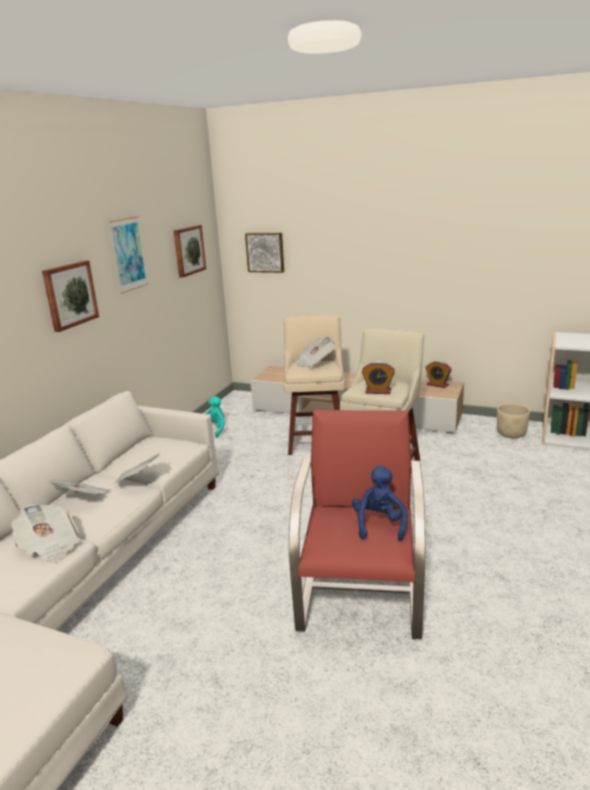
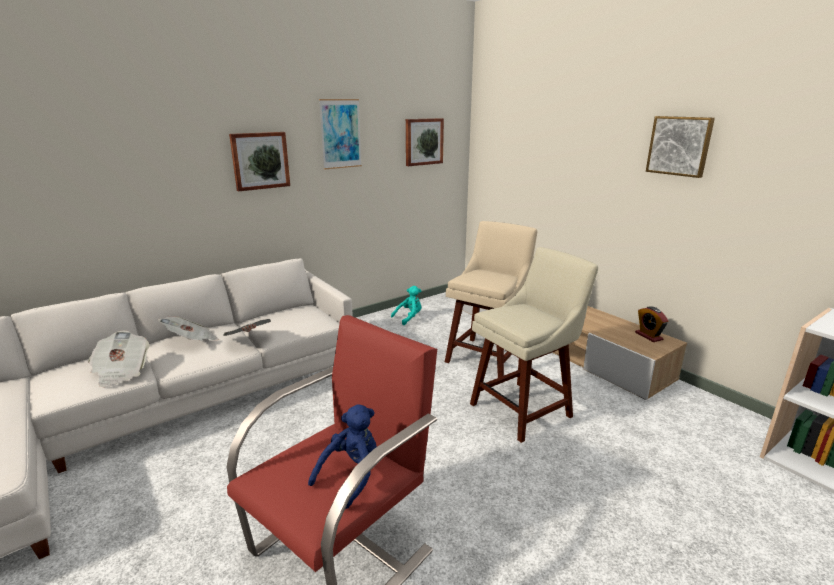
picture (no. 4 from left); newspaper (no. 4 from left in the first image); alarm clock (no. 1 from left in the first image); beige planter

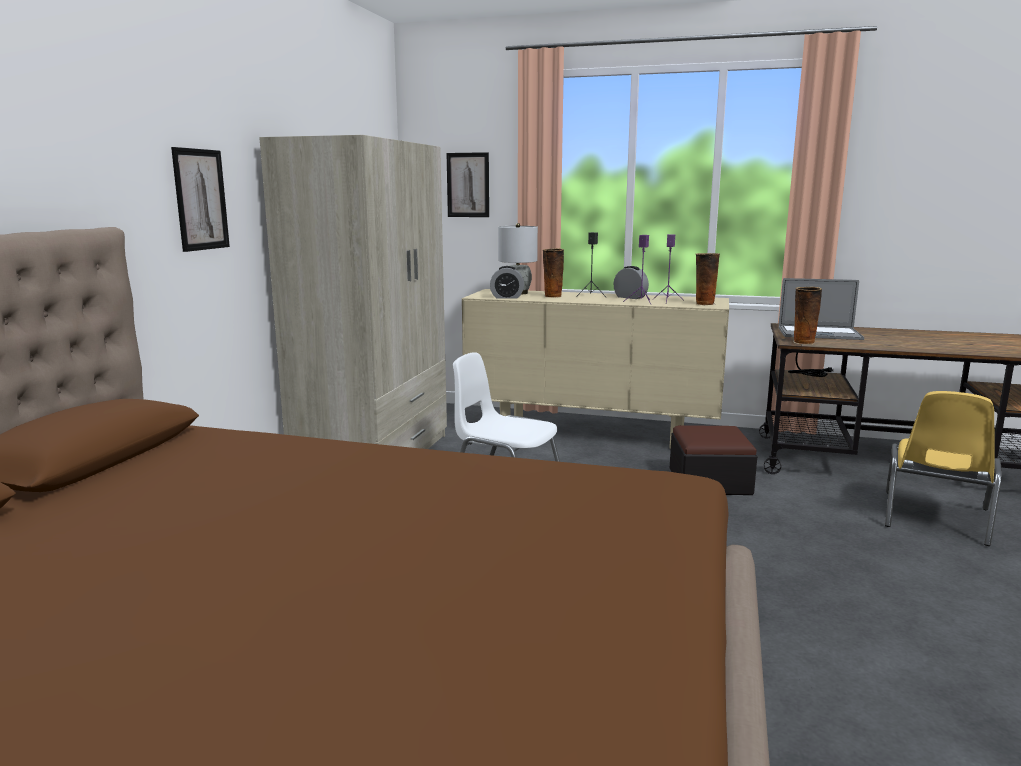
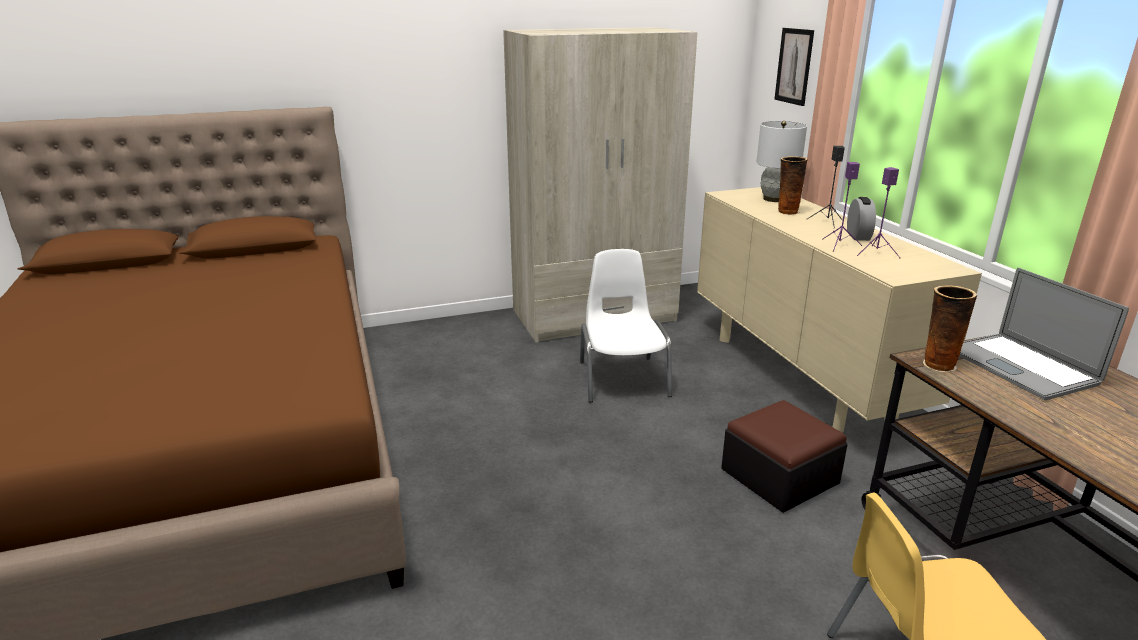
picture (no. 1 from left in the first image); alarm clock (no. 1 from left in the first image); vase (no. 2 from left in the first image)

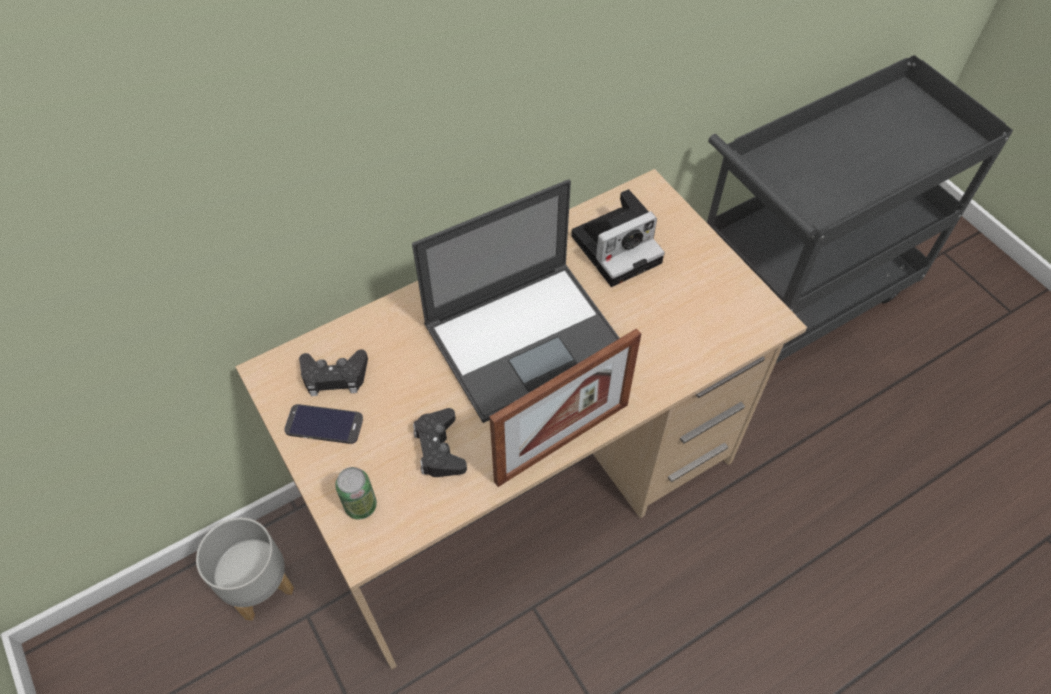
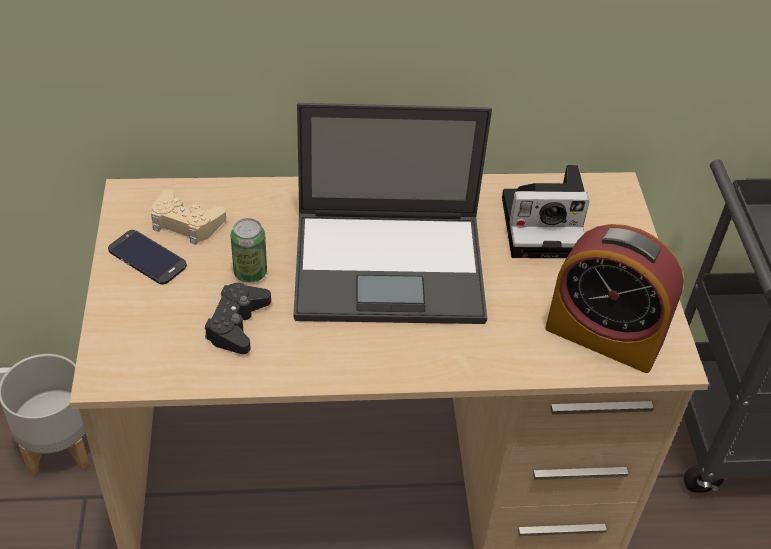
beige game controller; can; picture frame; alarm clock

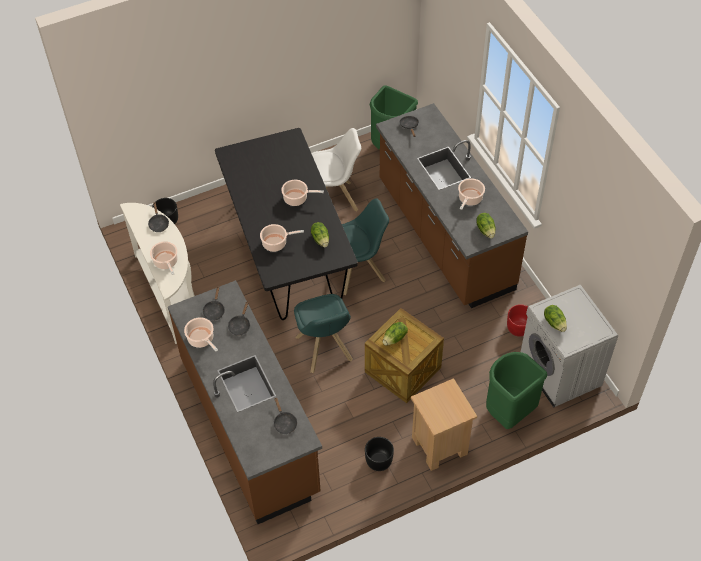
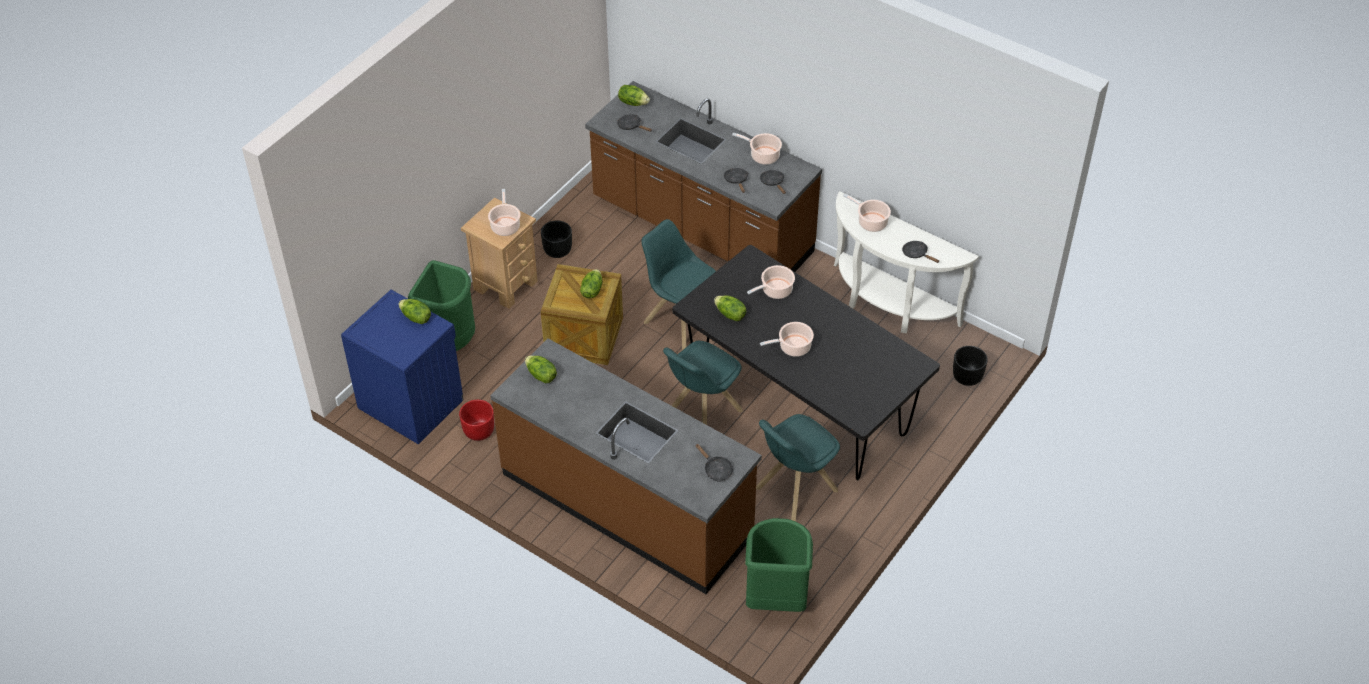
turquoise chair (no. 3 from left); cooking pot (no. 1 from left); blue washing machine; lettuce (no. 4 from left)

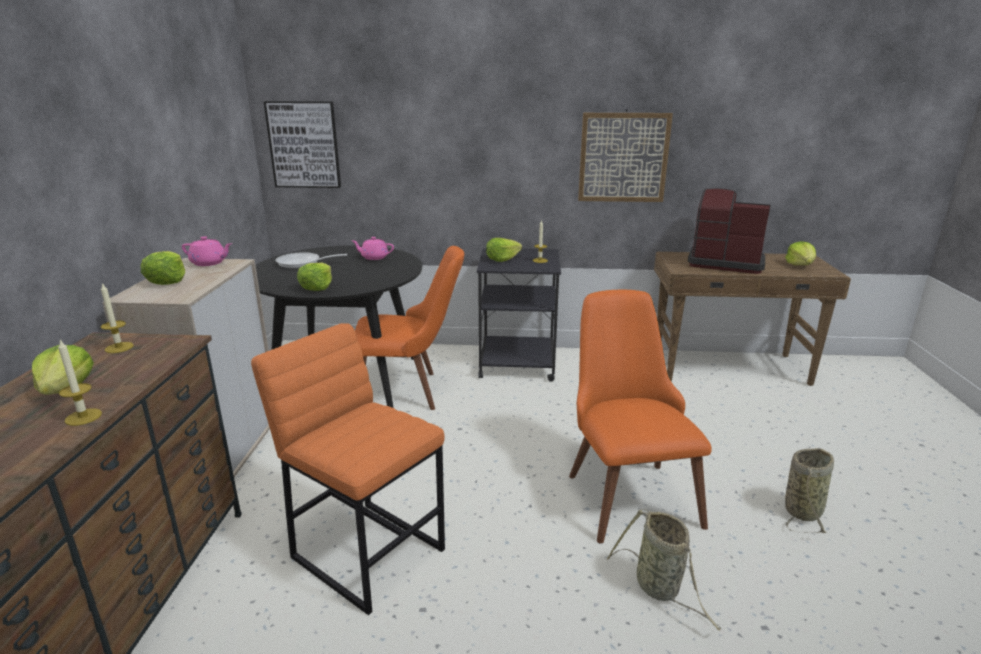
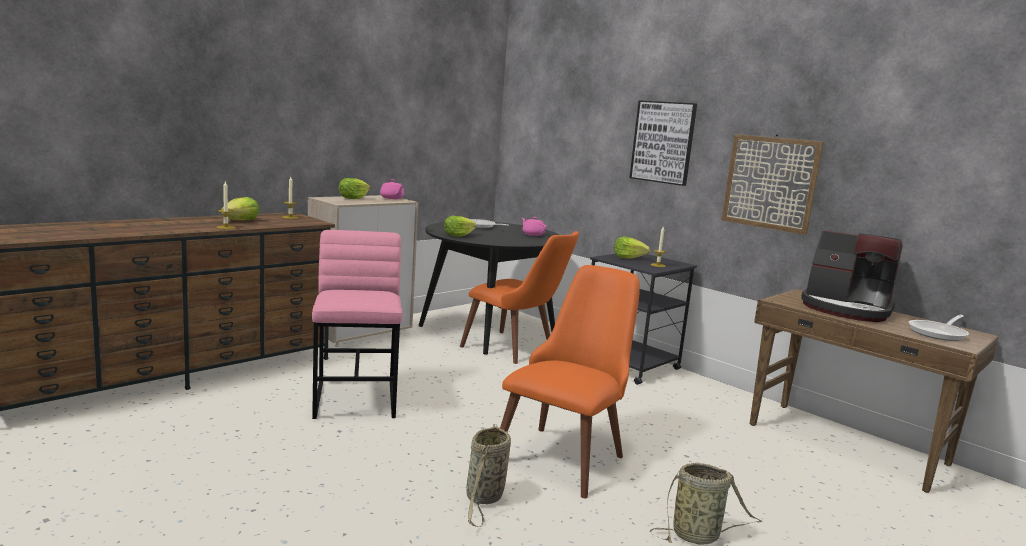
pink chair; picture (no. 1 from left); coffee machine; frying pan (no. 2 from left)

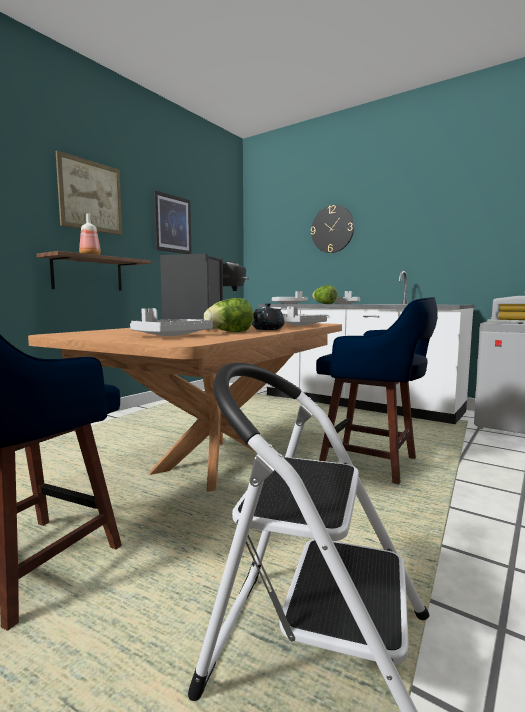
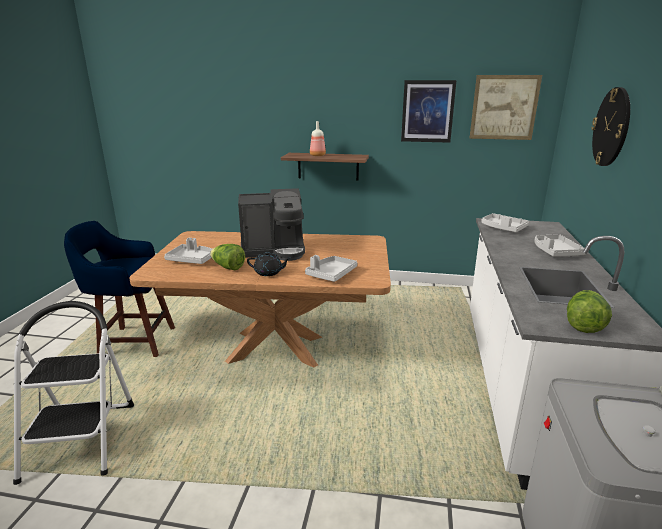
picture (no. 2 from left); lettuce (no. 2 from left); blue stool (no. 2 from left in the first image)

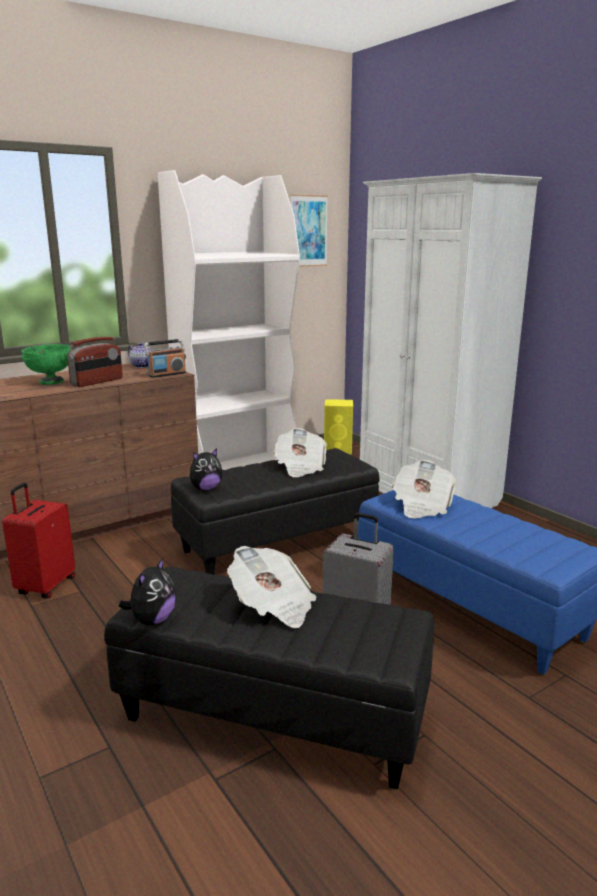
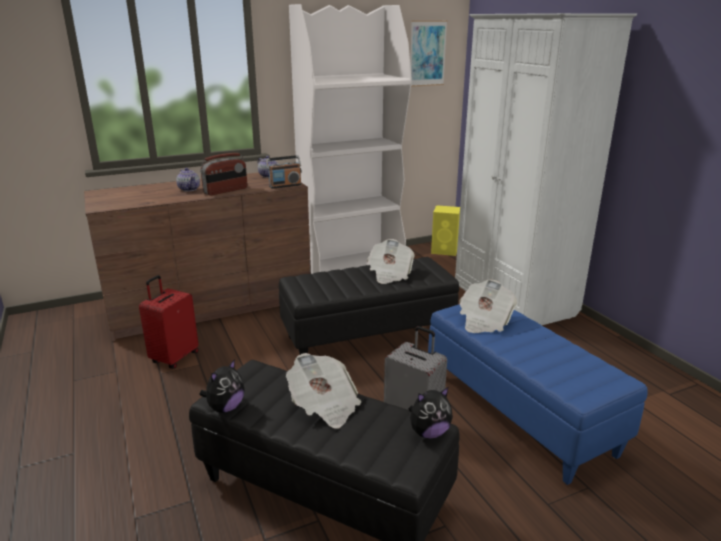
teapot (no. 1 from left); plush toy (no. 2 from left)

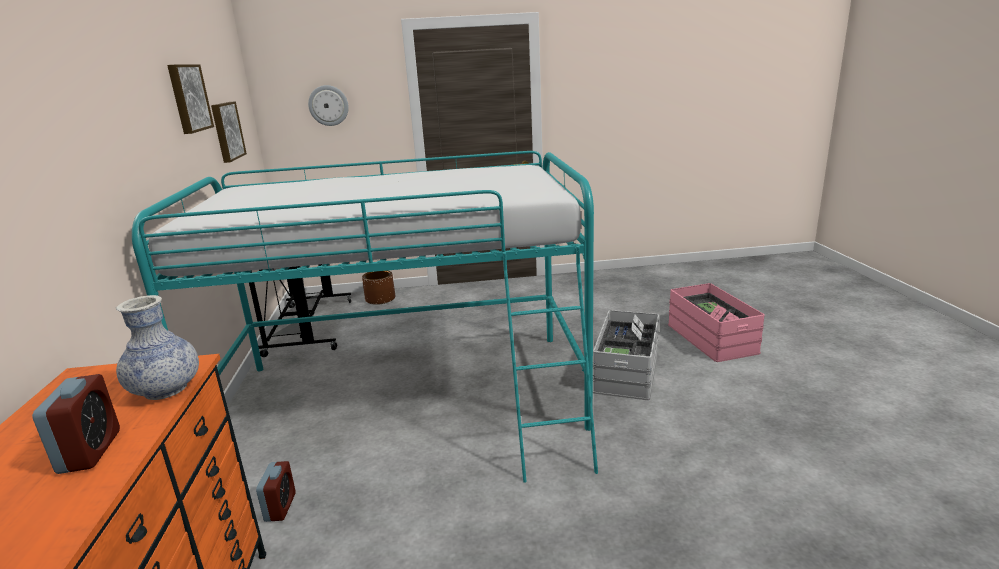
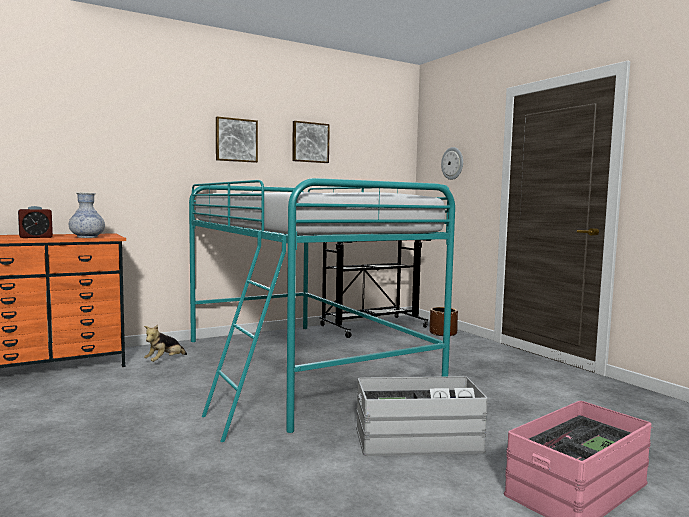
picture (no. 1 from left); plush toy

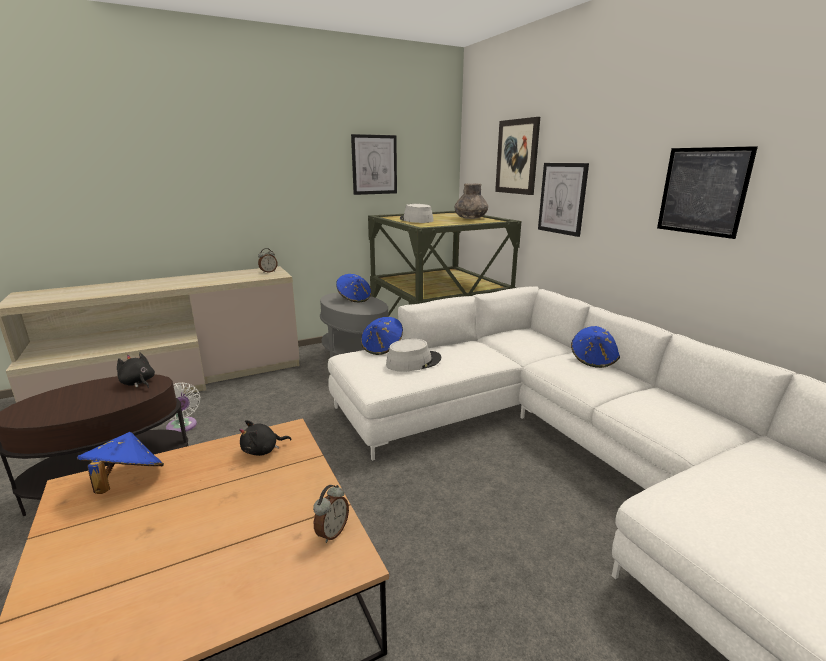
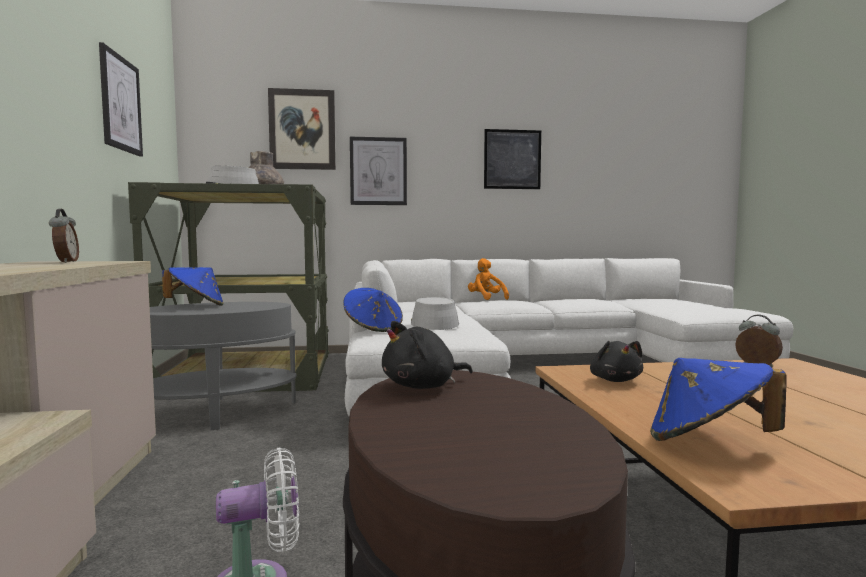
orange plush toy

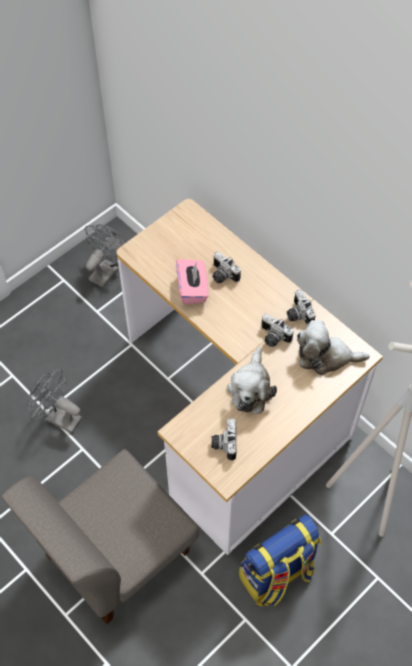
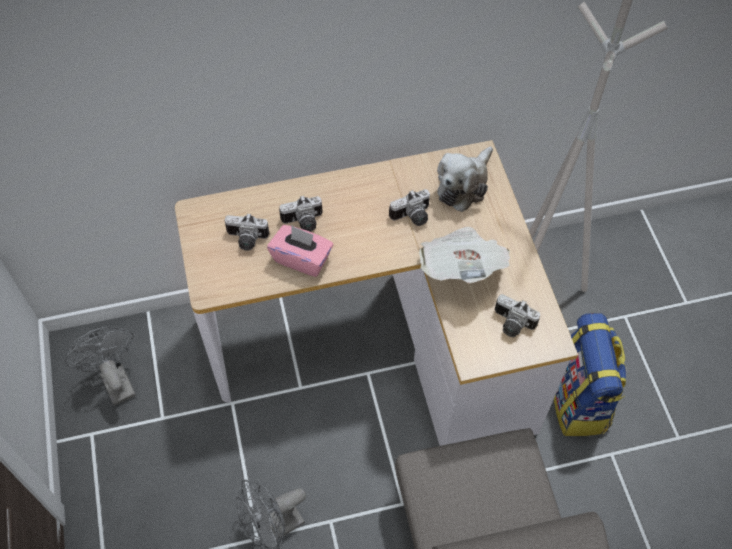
newspaper; photo camera (no. 1 from left)

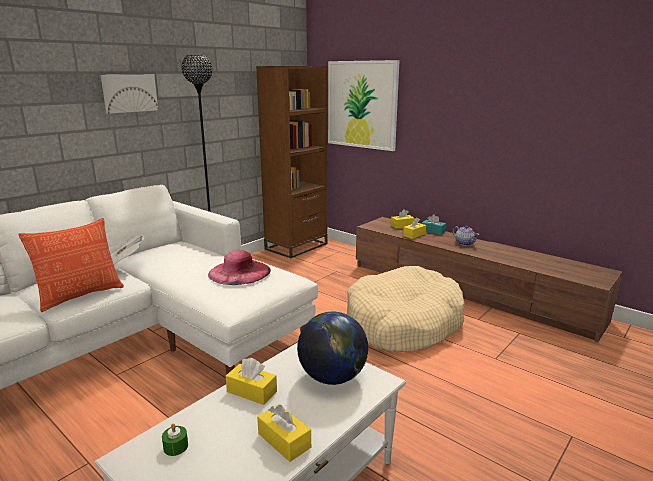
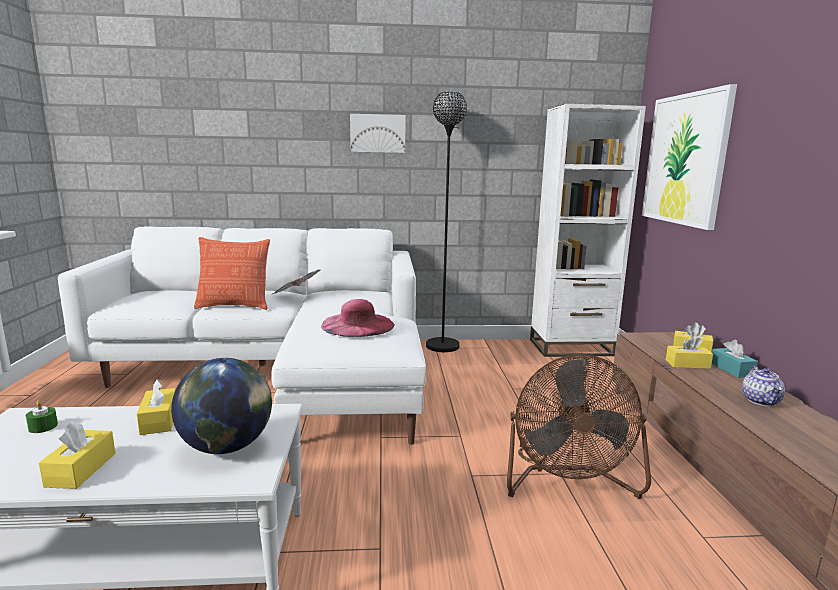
white bookcase; brown fan

